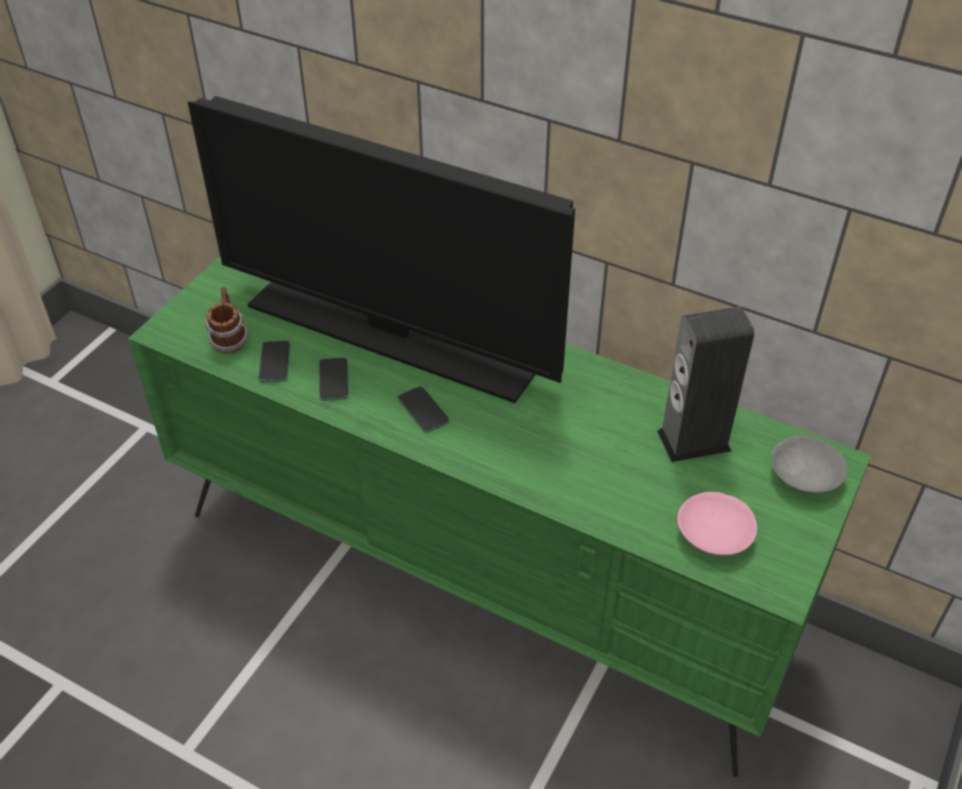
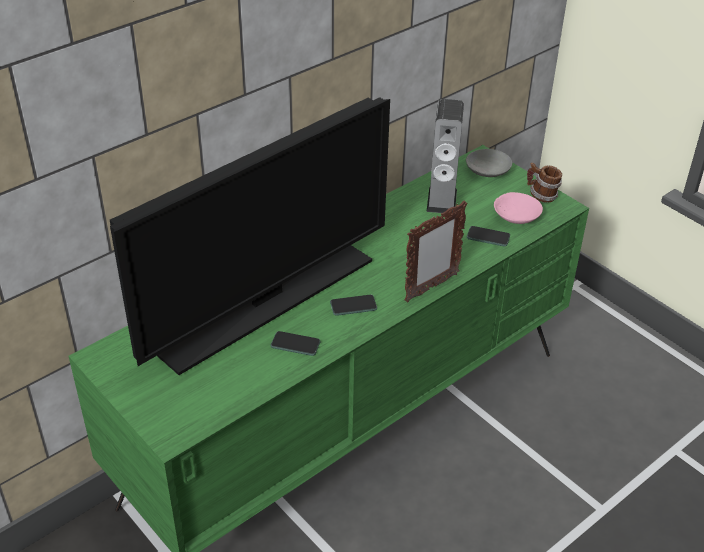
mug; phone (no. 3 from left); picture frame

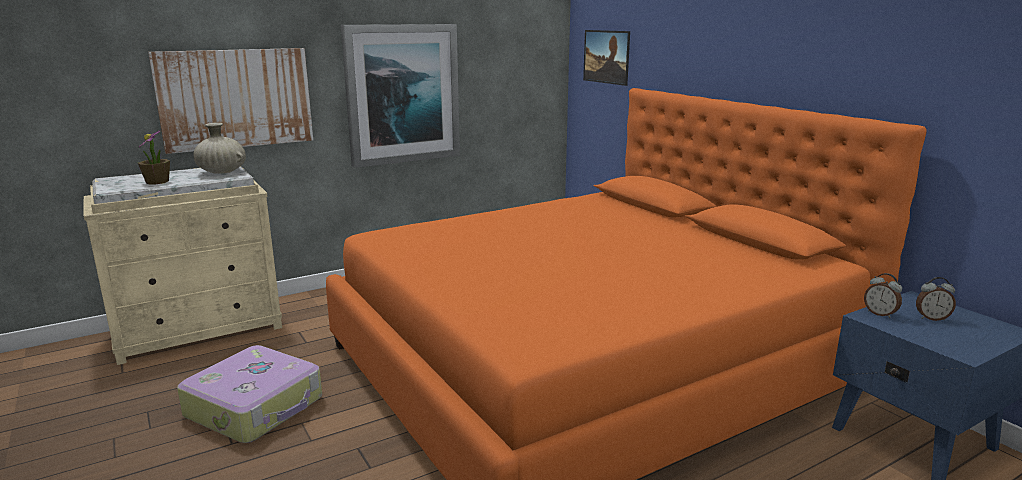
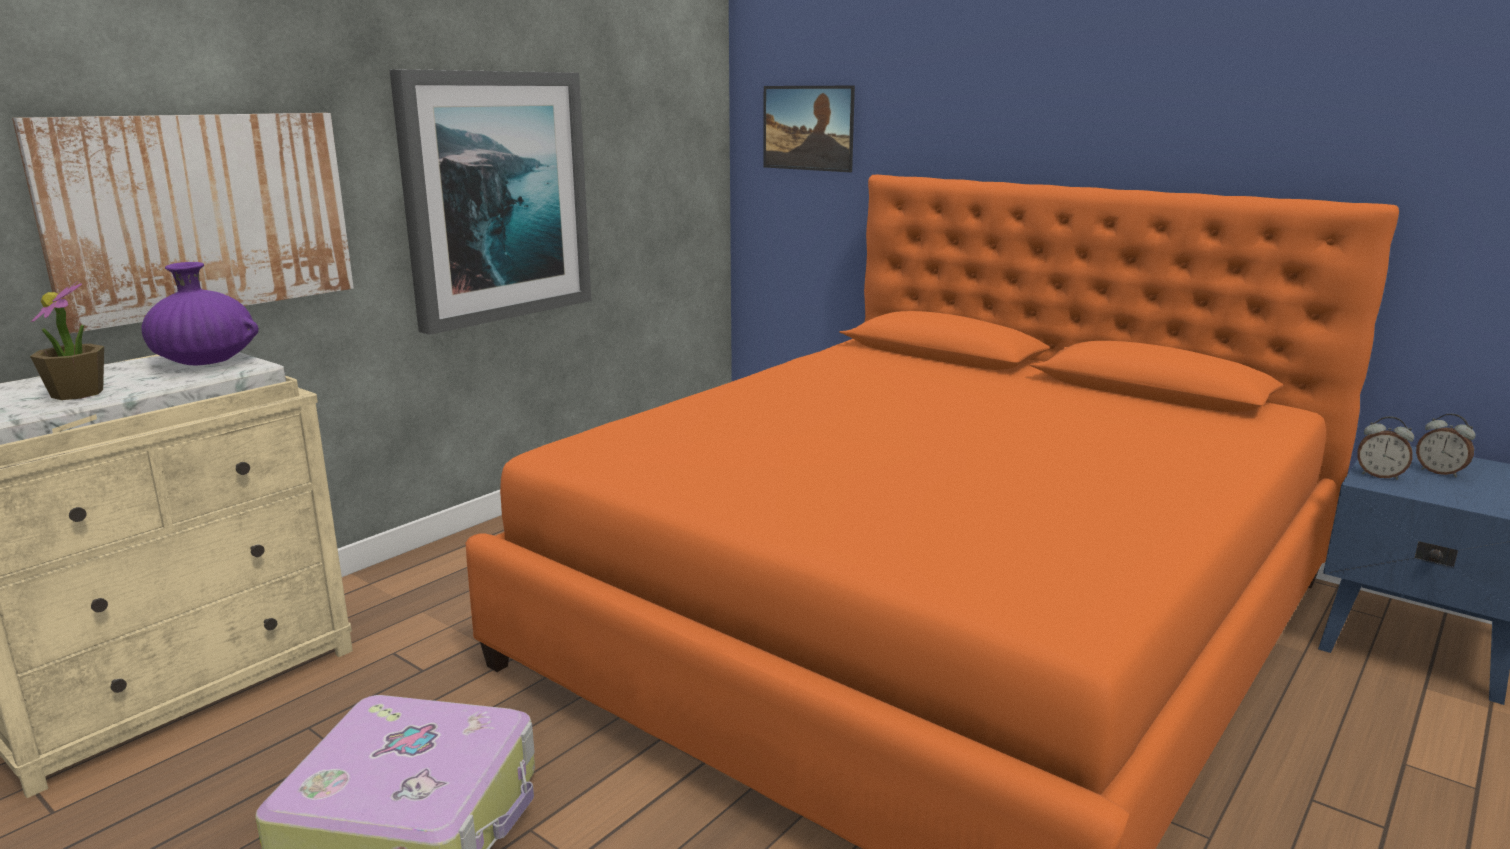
purple vase; alarm clock (no. 2 from left)

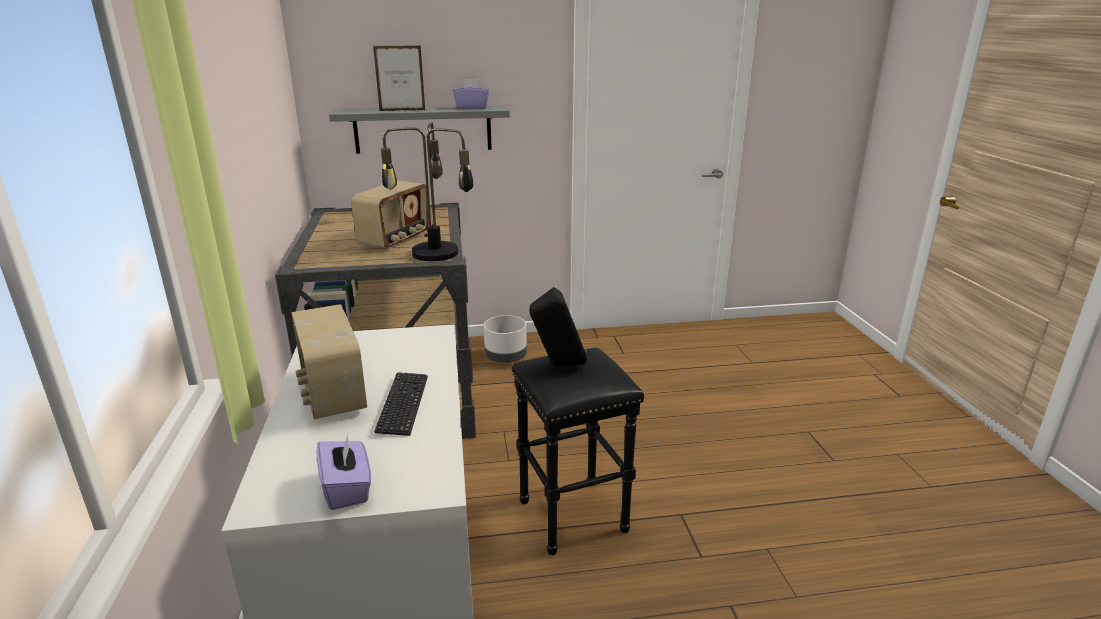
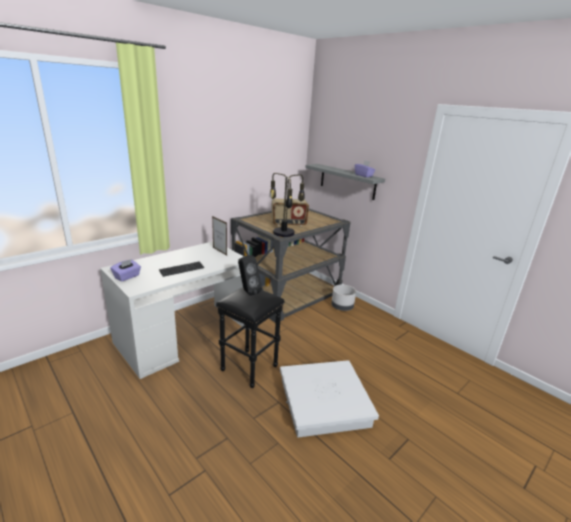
radio (no. 1 from left in the first image); picture frame; white storage box

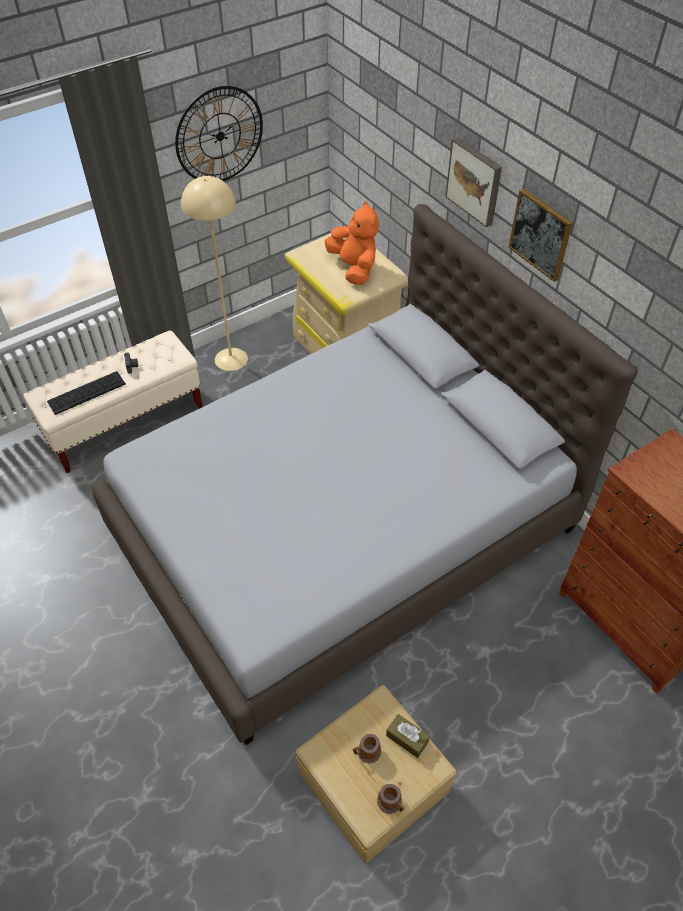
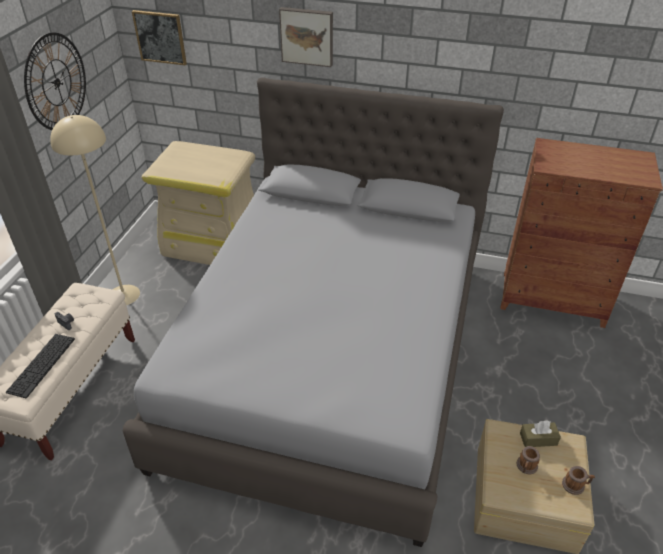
orange plush toy; picture (no. 1 from left)

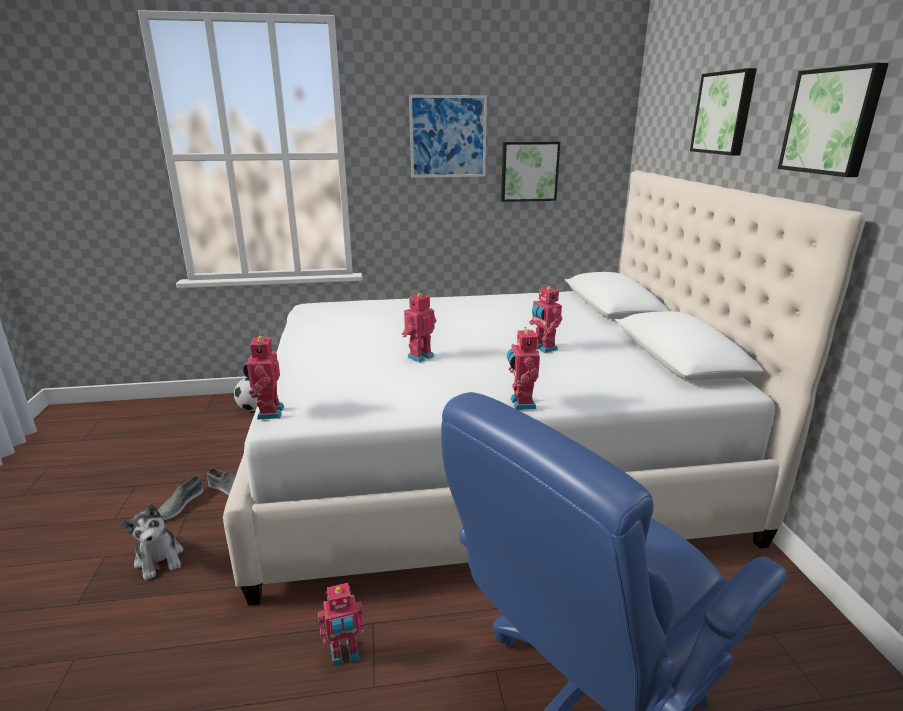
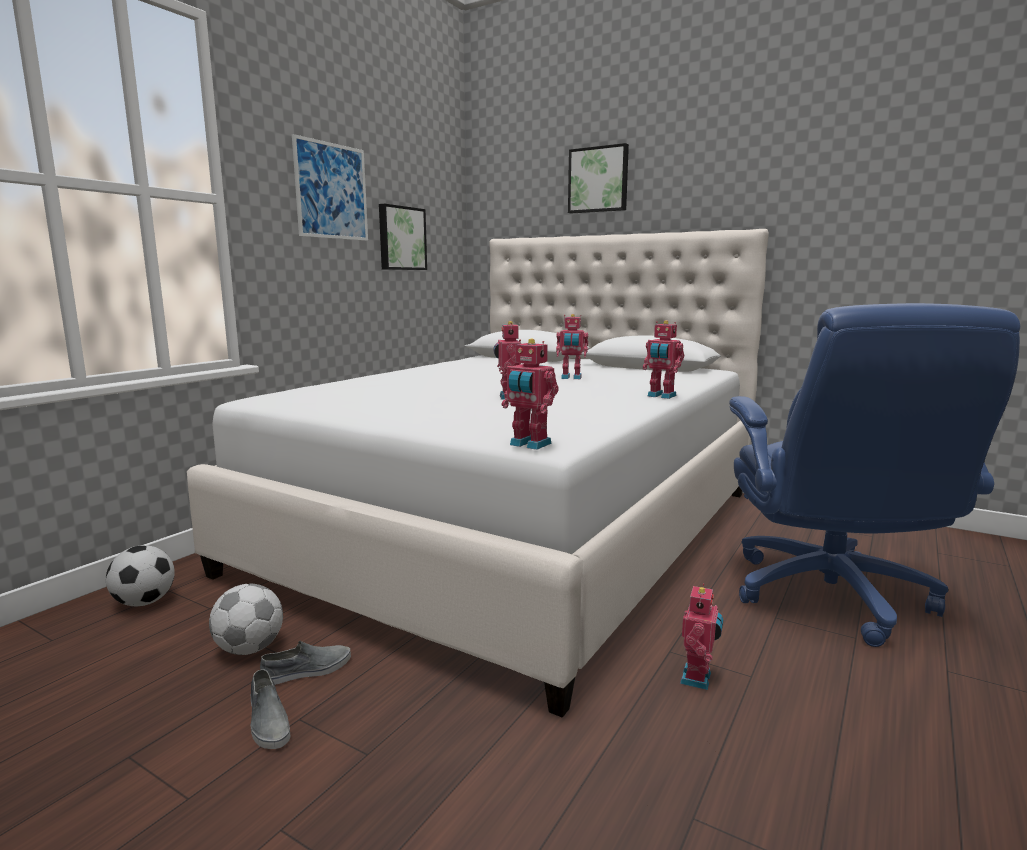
plush toy; picture (no. 4 from left in the first image); football (no. 2 from left)

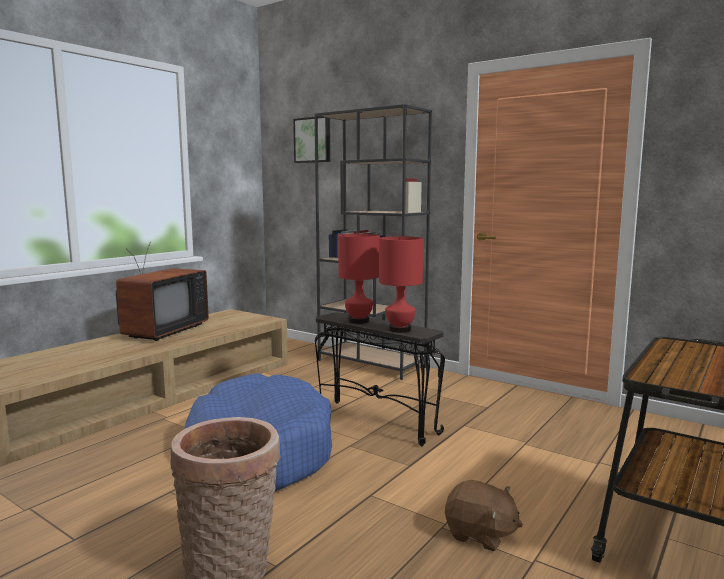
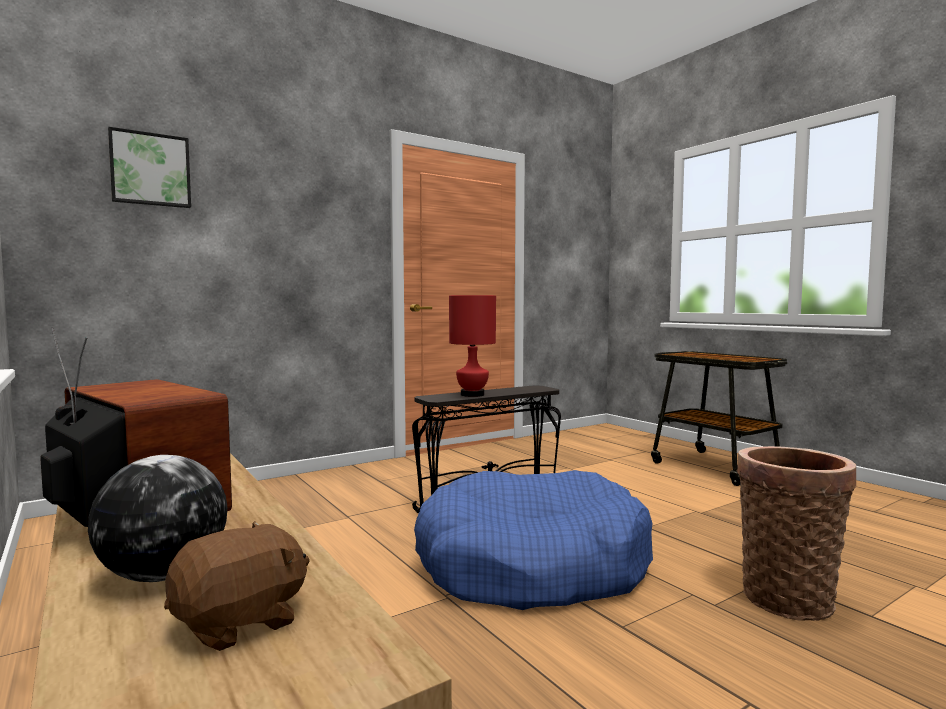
bookcase; red table lamp (no. 2 from left in the first image); brown plush toy; globe

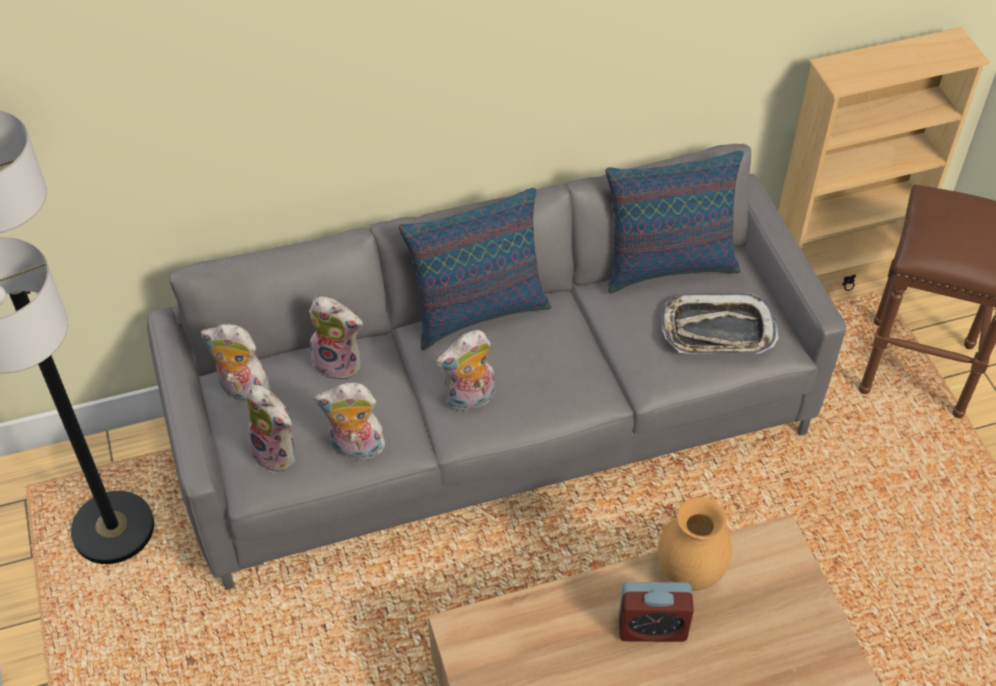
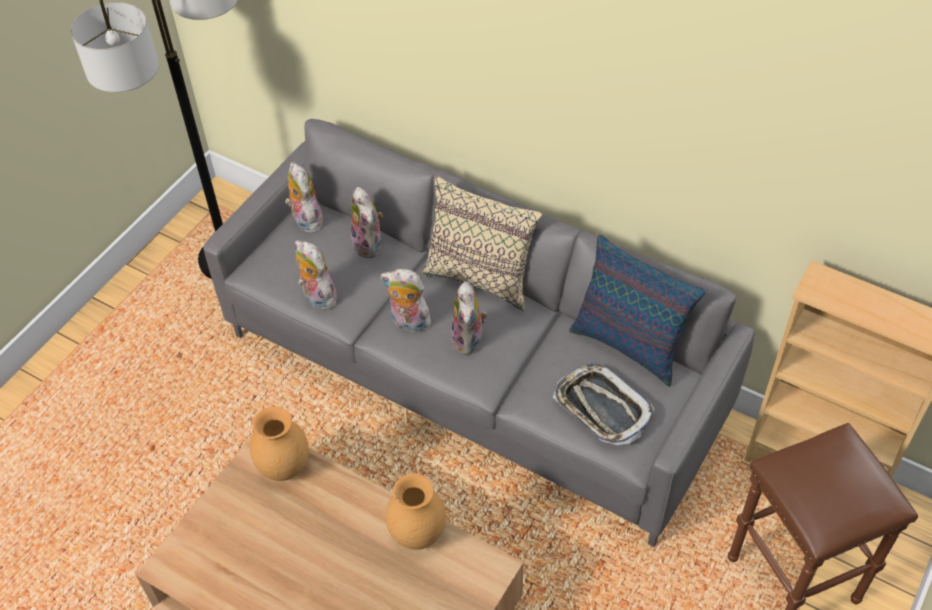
plush toy (no. 5 from left); beige pillow; alarm clock; brown vase (no. 1 from left)

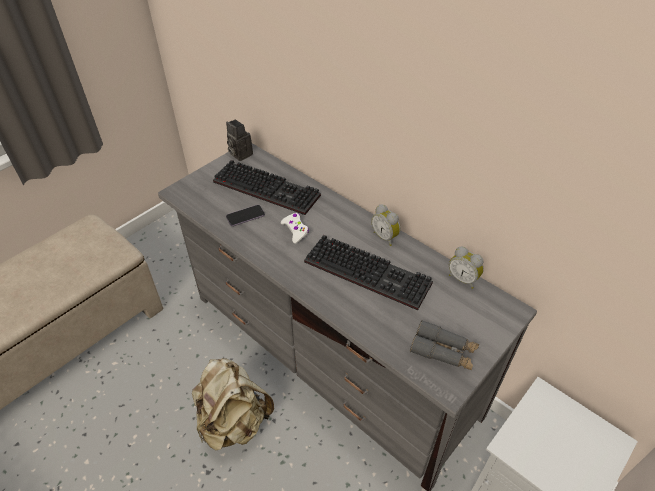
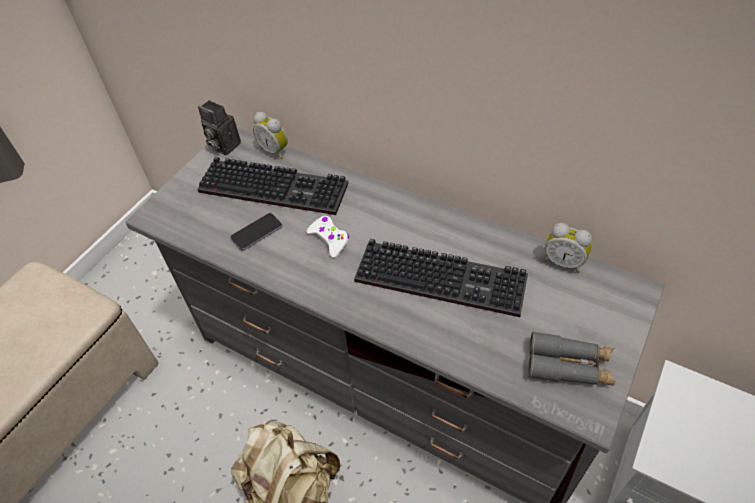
alarm clock (no. 1 from left)

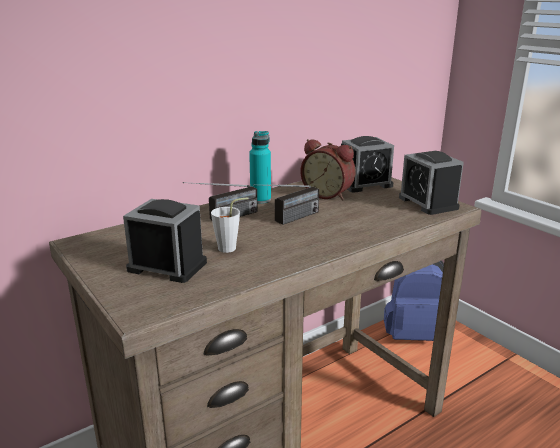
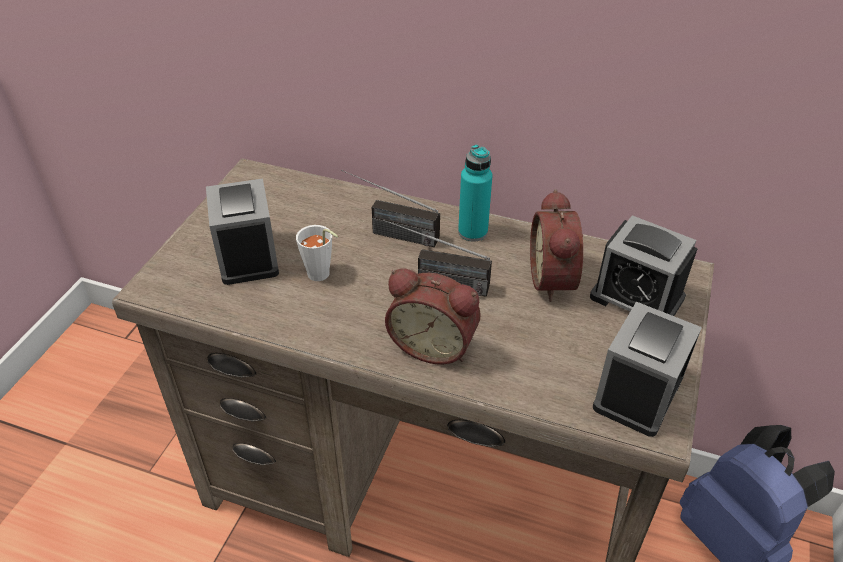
alarm clock (no. 2 from left)

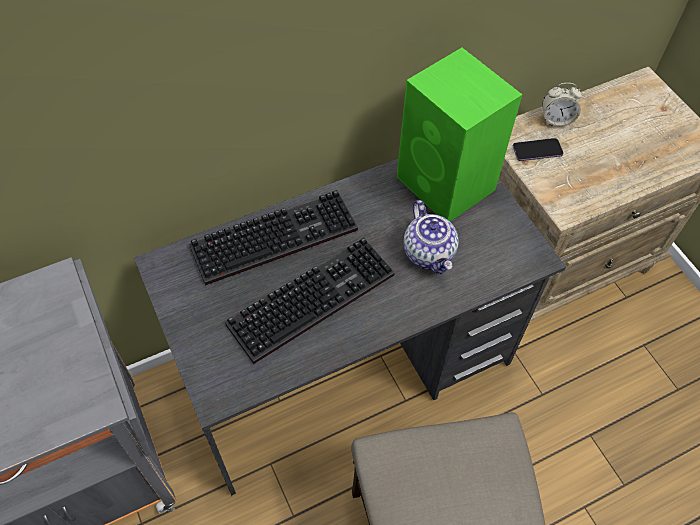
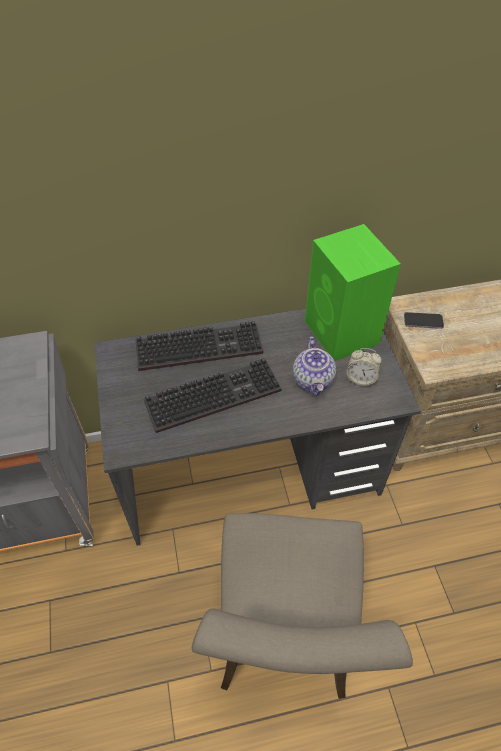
alarm clock

